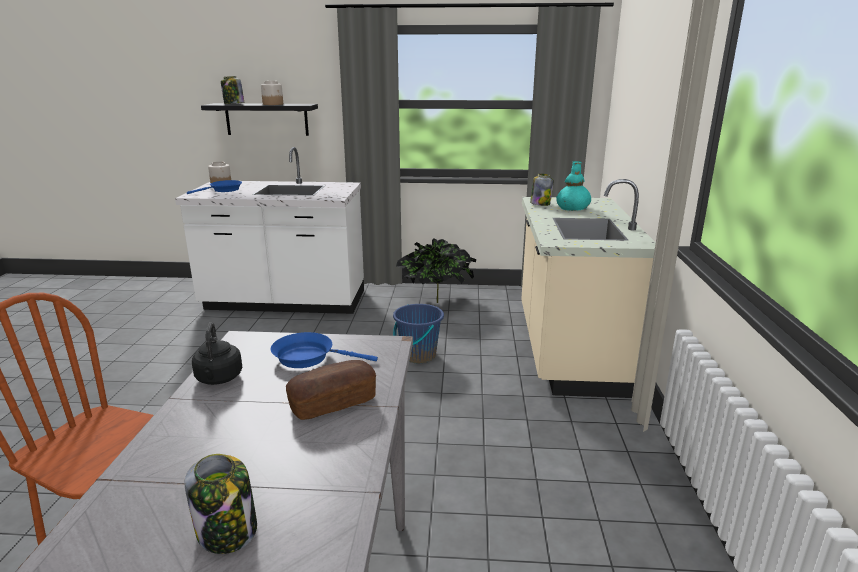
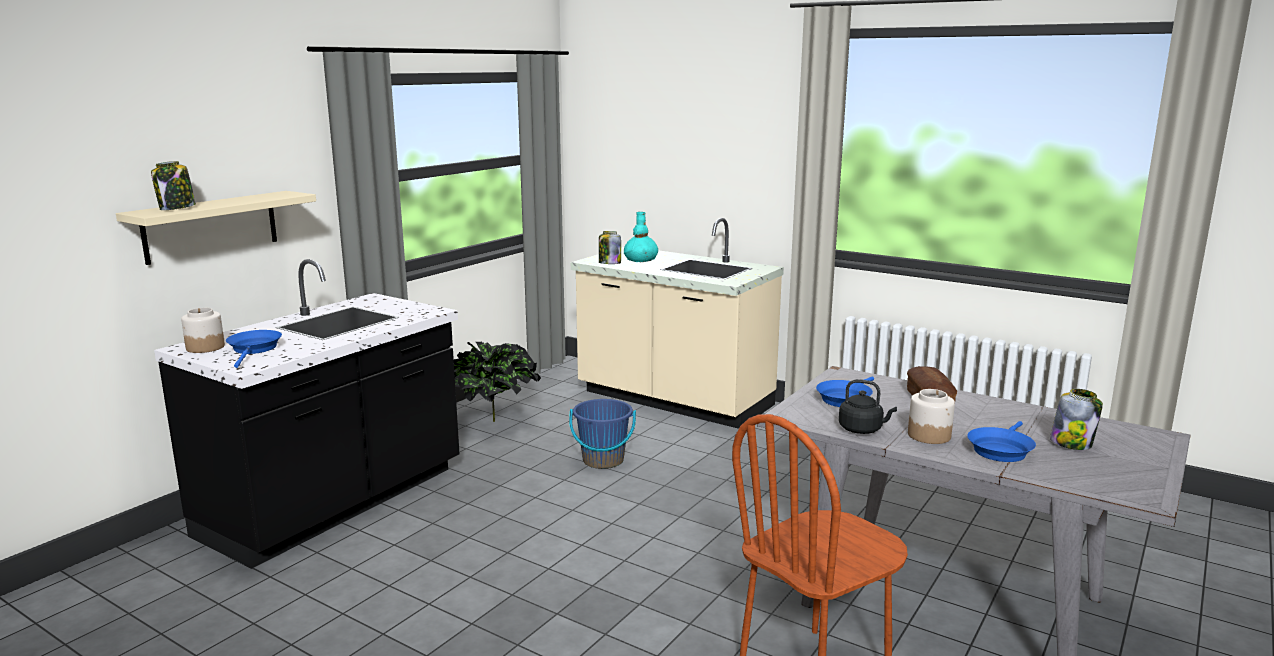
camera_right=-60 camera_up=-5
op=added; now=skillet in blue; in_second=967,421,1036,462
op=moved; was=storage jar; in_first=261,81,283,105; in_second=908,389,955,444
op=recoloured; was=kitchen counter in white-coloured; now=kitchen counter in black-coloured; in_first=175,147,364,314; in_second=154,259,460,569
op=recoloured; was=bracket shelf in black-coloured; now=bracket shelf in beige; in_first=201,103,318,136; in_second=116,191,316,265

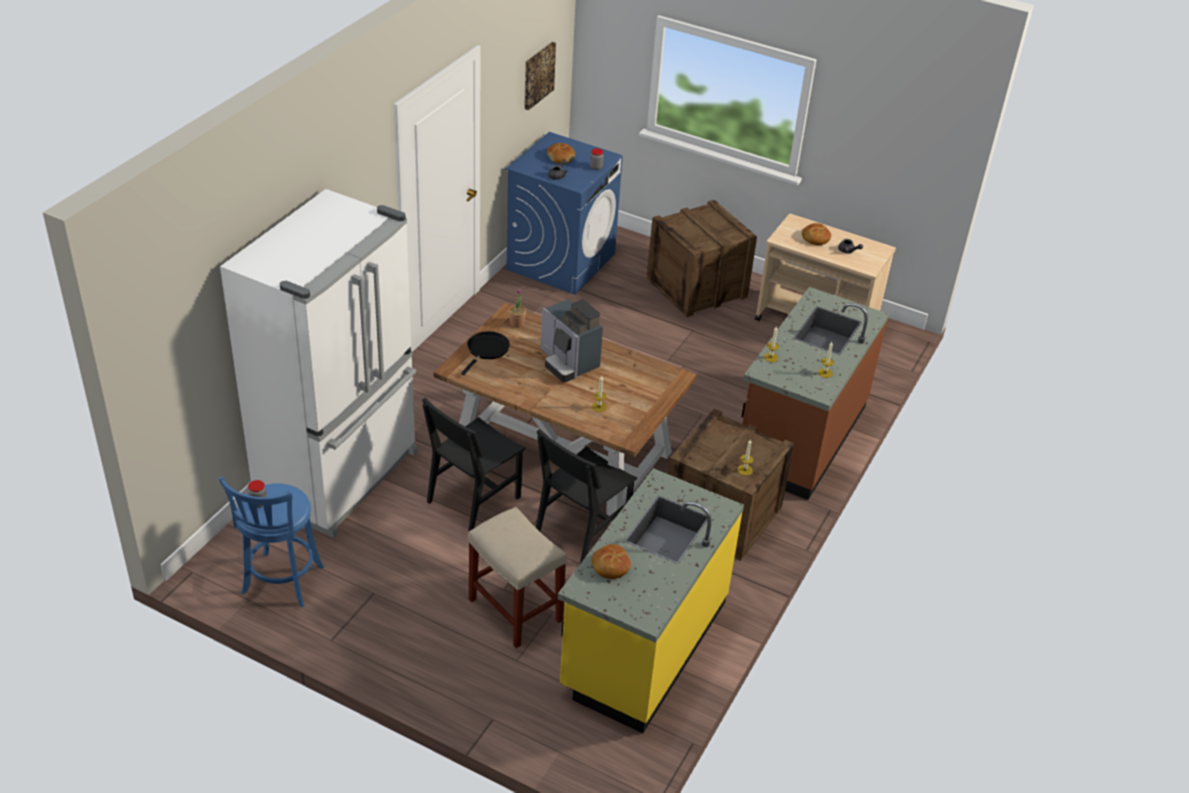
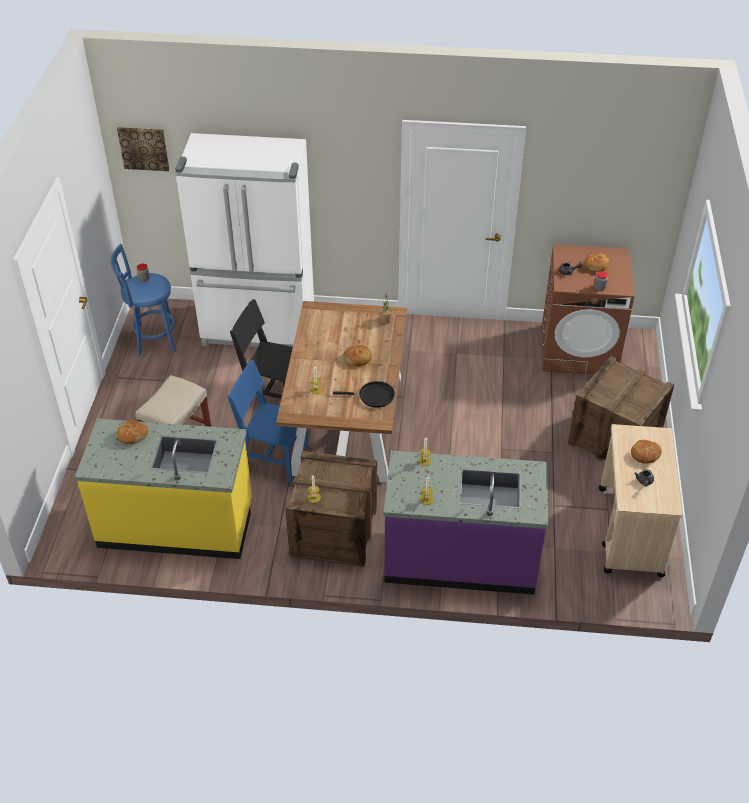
camera_right=70 camera_up=5
op=moved; was=skillet in black-coloured; in_first=461,331,510,375; in_second=333,381,395,408
op=moved; was=wall picture; in_first=524,42,556,110; in_second=117,127,169,171
op=replaced; was=coffee machine; now=bakery bread; in_first=540,299,603,382; in_second=343,345,372,366
op=recoloured; was=laundry appliance in blue; now=laundry appliance in brown-coloured; in_first=506,132,623,295; in_second=542,244,634,375
op=recoloured; was=chair in black-coloured; now=chair in blue; in_first=536,429,637,564; in_second=228,360,309,483
op=recoloured; was=kitchen counter in brown-coloured; now=kitchen counter in purplish; in_first=742,287,889,500; in_second=384,451,548,595

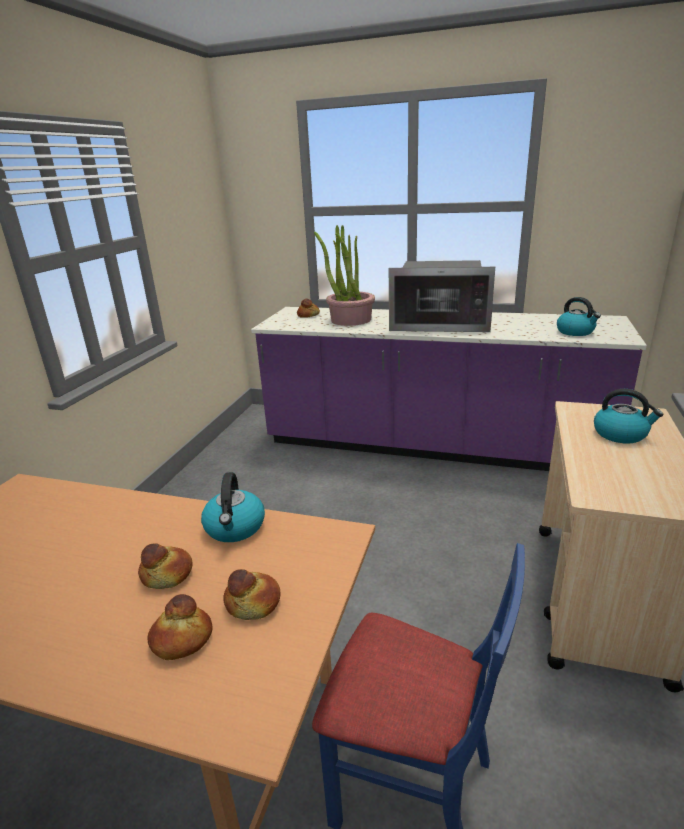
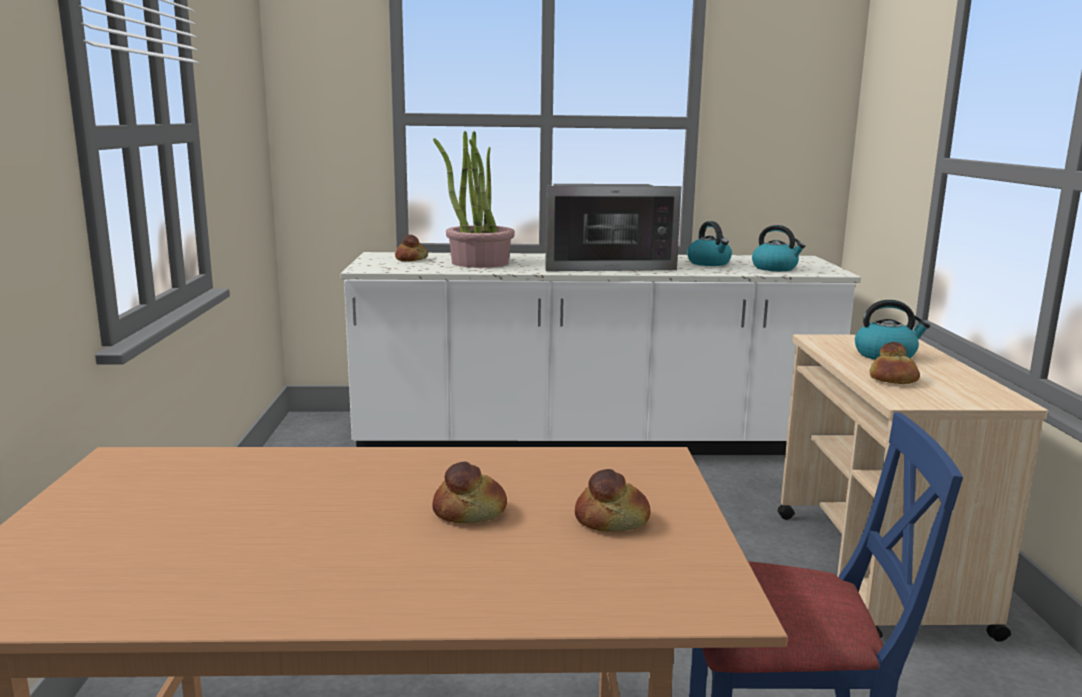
camera_right=-20 camera_up=-10
op=moved; was=bakery bread; in_first=147,594,213,660; in_second=870,342,920,384
op=moved; was=kettle; in_first=201,472,265,542; in_second=687,221,732,266
op=recoloured; was=kitchen counter in purplish; now=kitchen counter in white-coloured; in_first=251,307,647,471; in_second=340,252,861,455

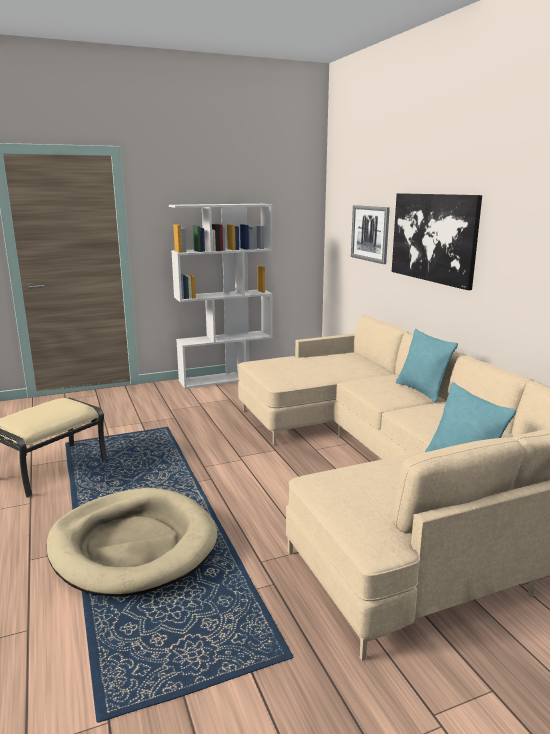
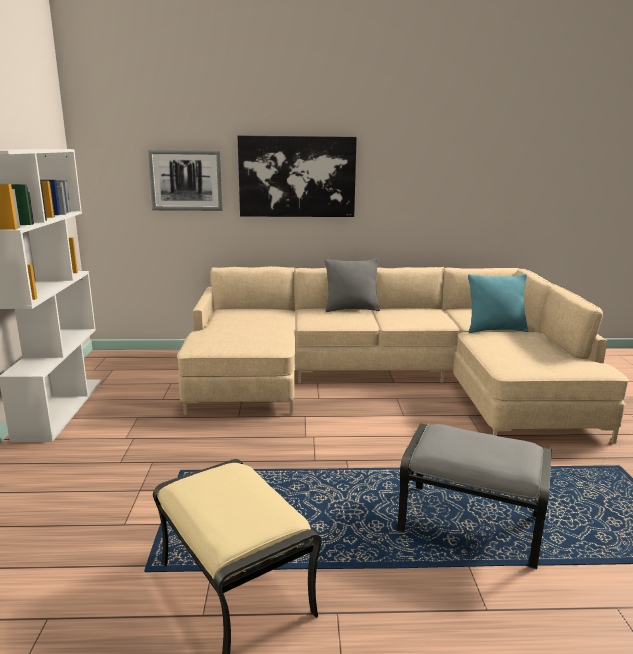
camera_right=-70 camera_up=0
op=replaced; was=pet bed in beige; now=ottoman in gray; in_first=46,488,217,597; in_second=397,423,552,569
op=recoloured; was=cushion in turquoise; now=cushion in gray; in_first=396,329,458,402; in_second=325,259,380,312

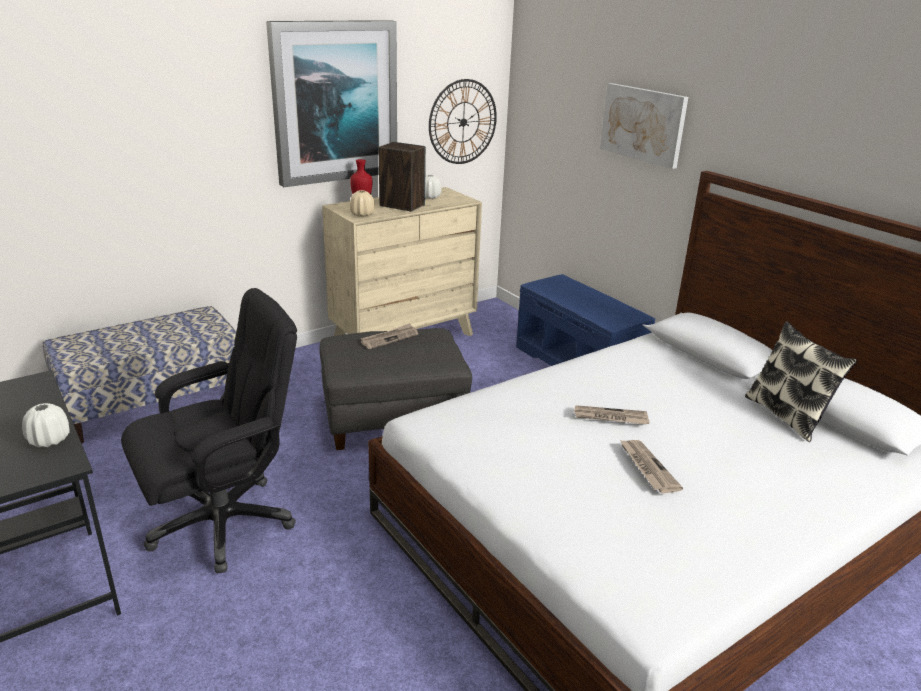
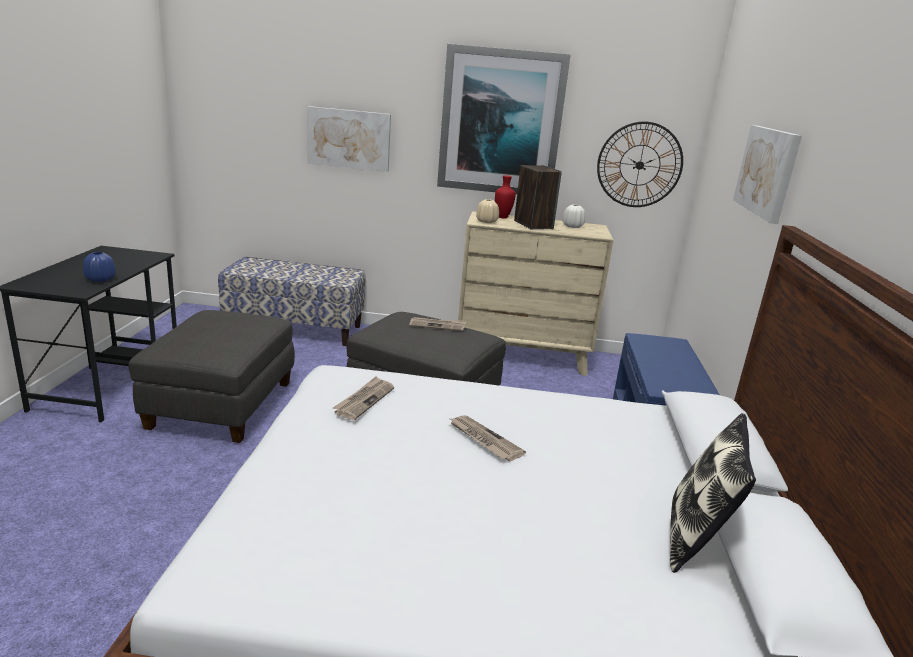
camera_right=40 camera_up=-5
op=added; now=wall picture; in_second=308,106,391,172
op=moved; was=newspaper; in_first=620,440,683,493; in_second=333,376,394,420
op=replaced; was=office chair in black-coloured; now=ottoman in gray; in_first=121,288,297,574; in_second=129,310,295,443
op=recoloured; was=decorative vase in white-coloured; now=decorative vase in blue; in_first=22,403,70,447; in_second=83,252,116,282

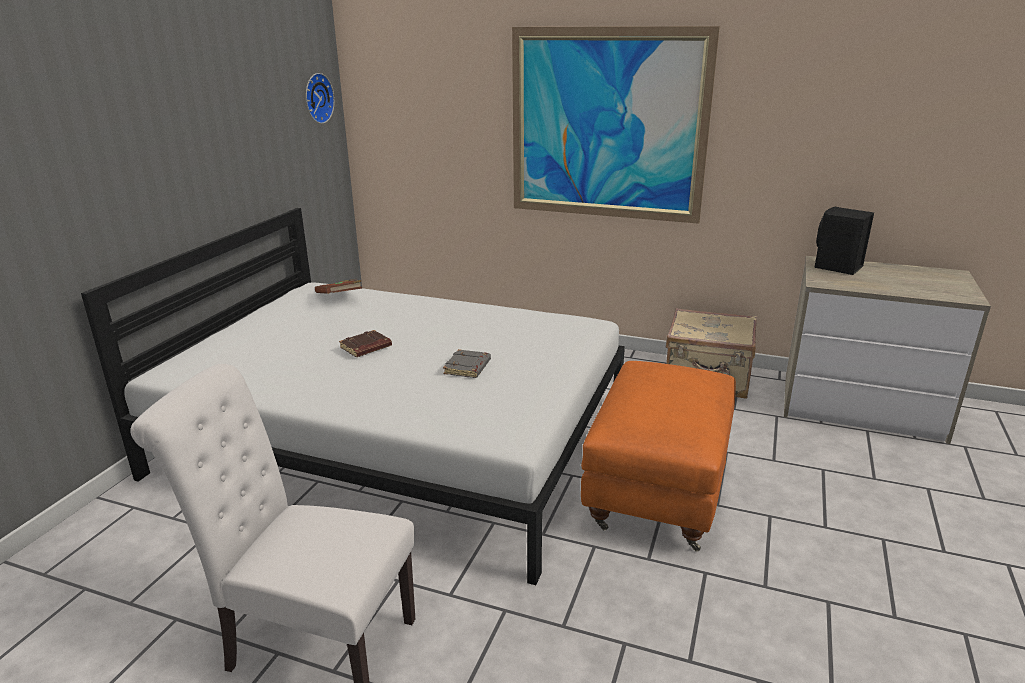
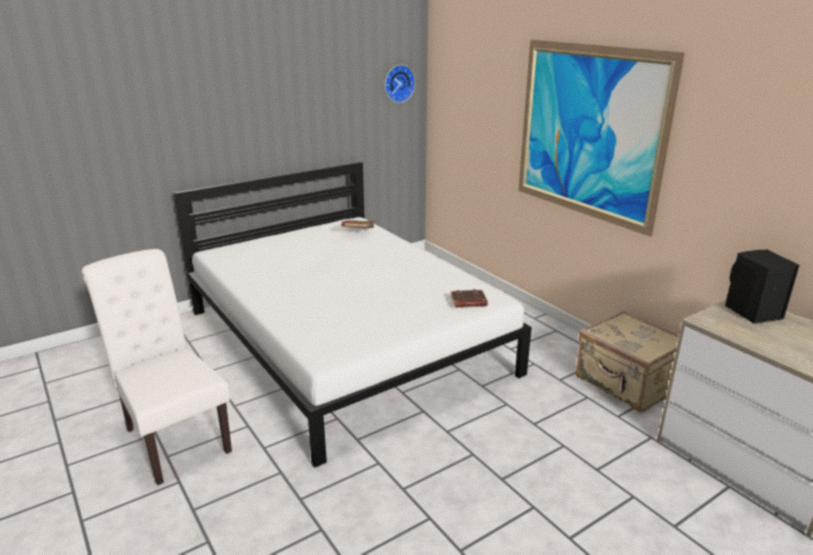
camera_right=35 camera_up=0
op=removed; was=bound book in gray; in_first=443,349,491,378
op=removed; was=ottoman in orangey; in_first=581,361,736,552
op=moved; was=bound book in brown-coloured; in_first=339,330,392,357; in_second=450,289,488,308

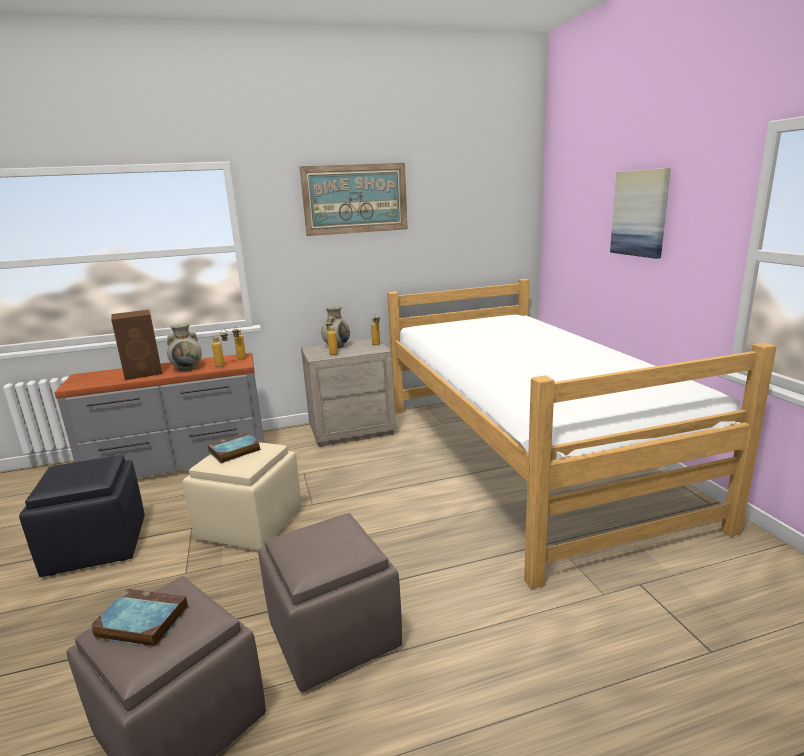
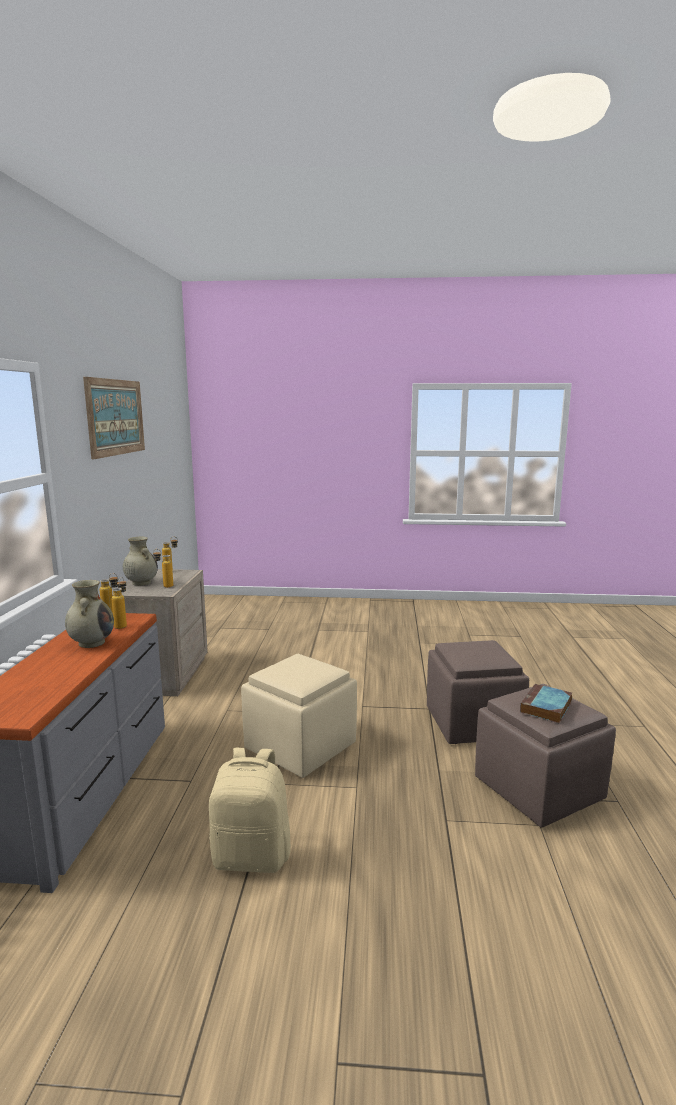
camera_right=-70 camera_up=-5
op=removed; was=loudspeaker in brown-coloured; in_first=111,310,162,380
op=removed; was=bound book; in_first=208,433,261,463
op=removed; was=bed; in_first=387,279,777,589
op=removed; was=wall picture; in_first=610,168,671,259
op=replaced; was=ottoman in black-coloured; now=knapsack in beige; in_first=19,455,145,577; in_second=209,748,291,873

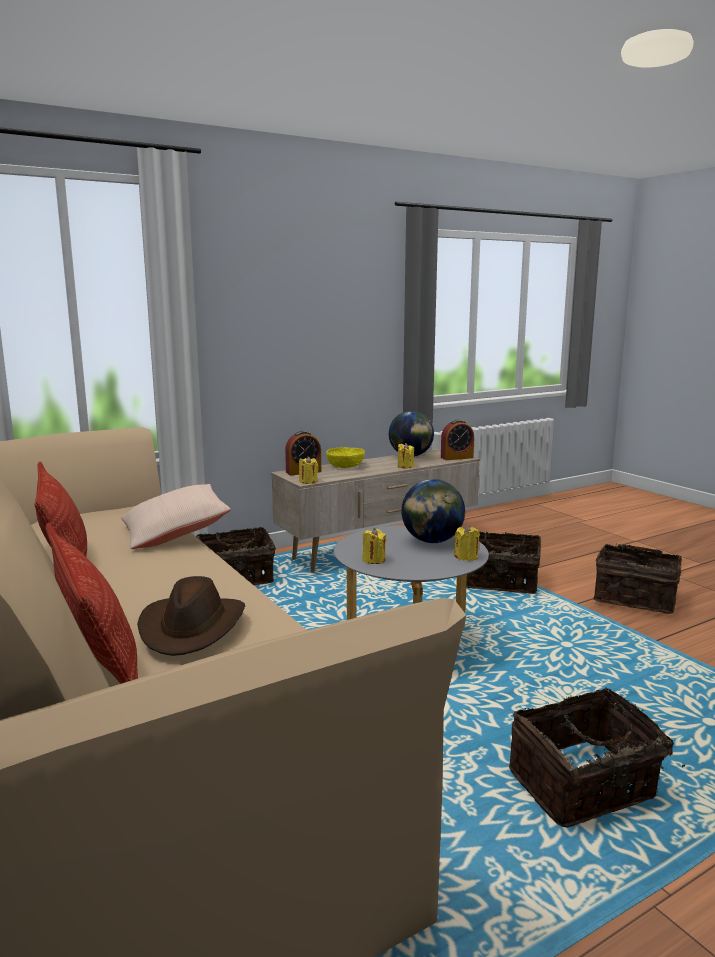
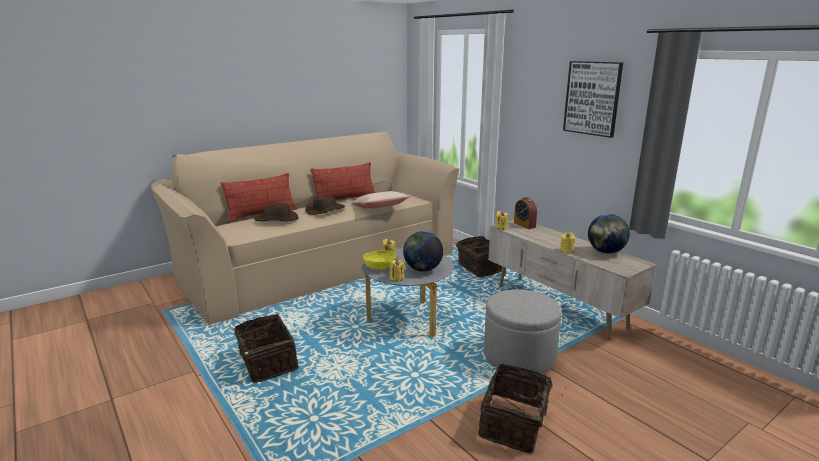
camera_right=85 camera_up=5
op=removed; was=table clock; in_first=441,420,474,460
op=added; now=wearable hat in brown-coloured; in_second=305,195,345,215
op=added; now=wall picture; in_second=563,61,623,138
op=moved; was=serving bowl in yellowish; in_first=326,447,365,468; in_second=363,250,397,270
op=replaced; was=household basket; now=ottoman in gray; in_first=466,532,541,594; in_second=484,289,562,373

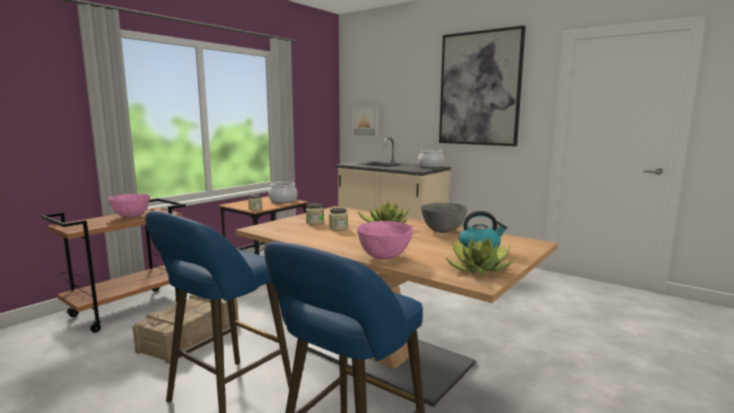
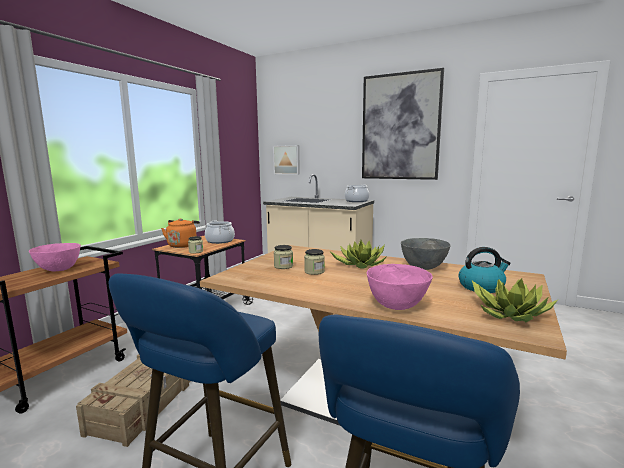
camera_right=-10 camera_up=0
op=added; now=kettle in orangey; in_second=161,218,200,248

